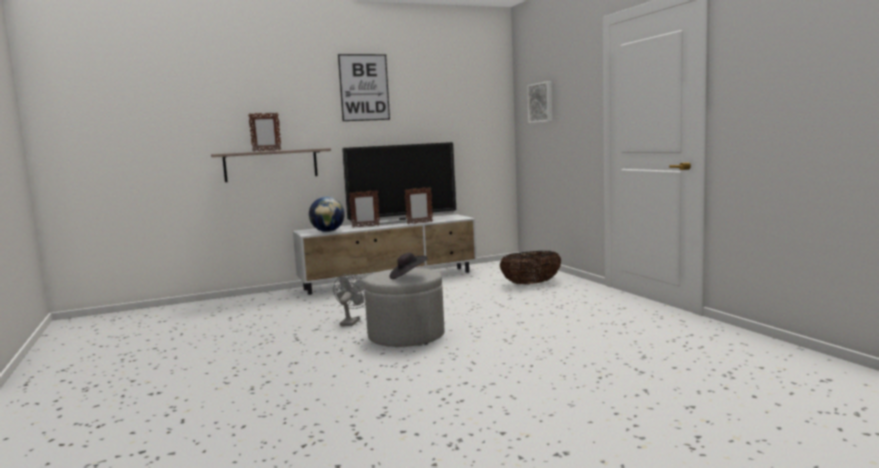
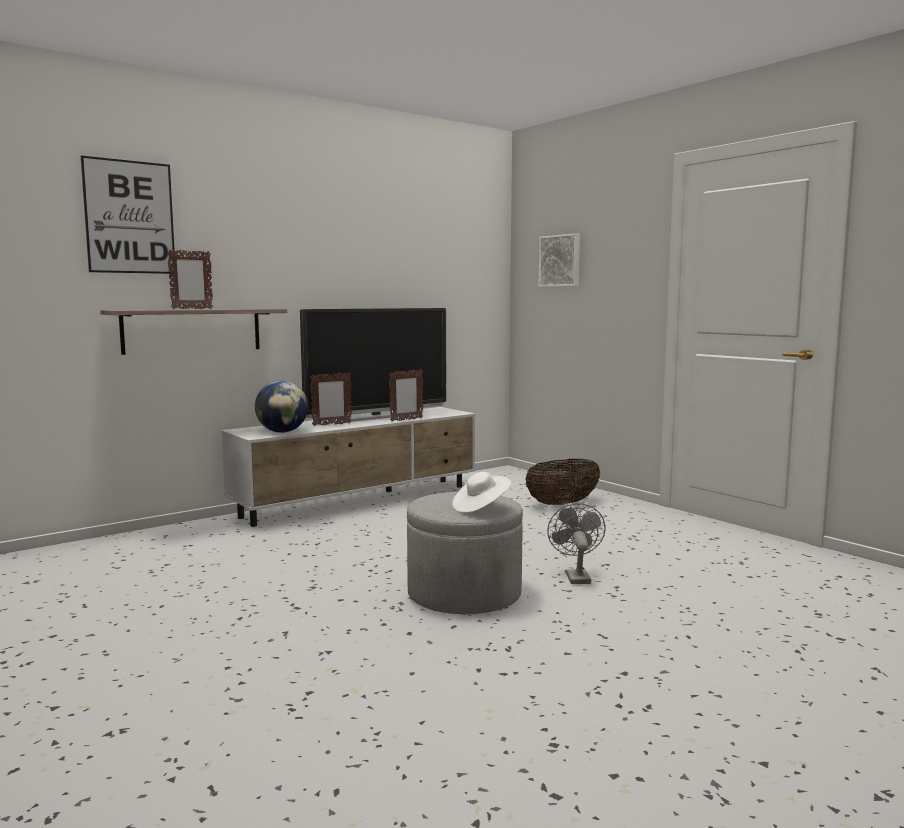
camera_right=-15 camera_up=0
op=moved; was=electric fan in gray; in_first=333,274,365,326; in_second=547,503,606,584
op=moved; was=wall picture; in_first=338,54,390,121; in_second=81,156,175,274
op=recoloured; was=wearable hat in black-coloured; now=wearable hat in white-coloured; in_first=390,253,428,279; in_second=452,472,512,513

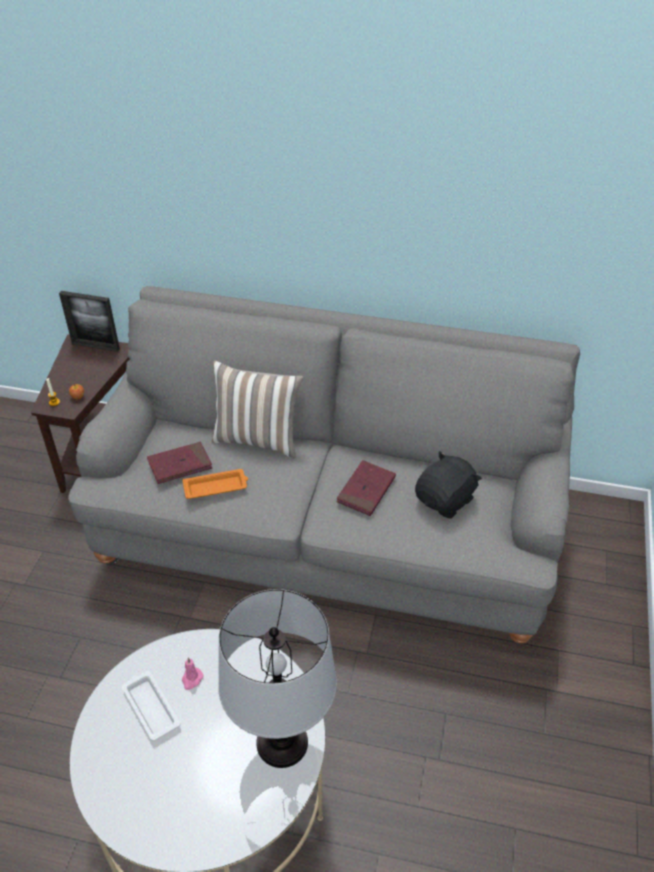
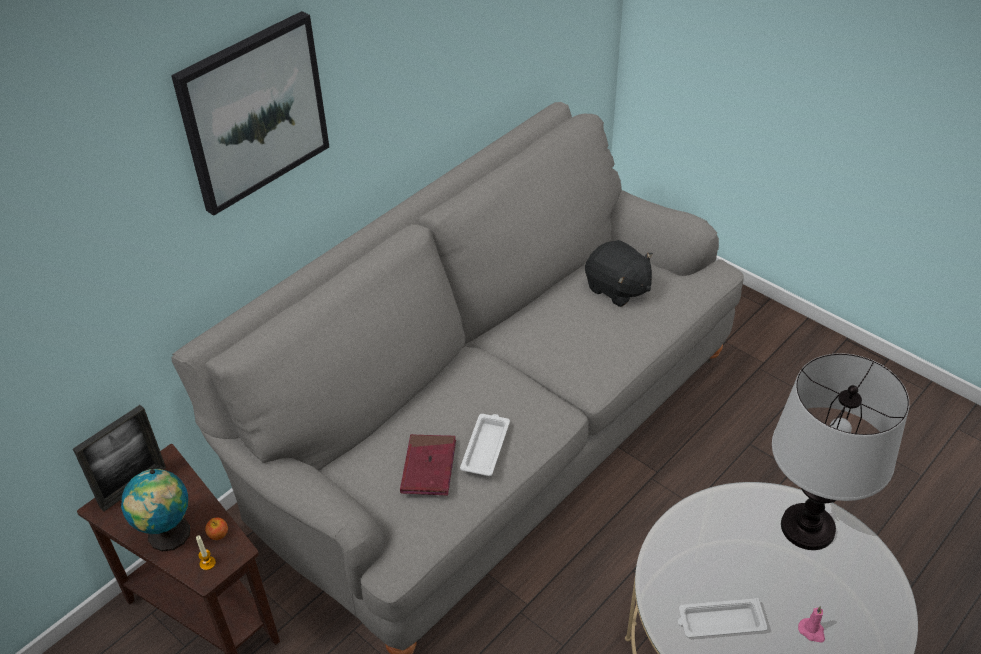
camera_right=-60 camera_up=0
op=removed; was=cushion; in_first=212,361,304,458
op=removed; was=bound book in reddish; in_first=336,460,396,516
op=added; now=world globe; in_second=121,469,190,552
op=added; now=wall picture; in_second=171,11,329,216
op=moved; was=wax candle in pink-coloured; in_first=182,658,203,690; in_second=798,606,825,643
op=recoloured; was=tray in orangey; now=tray in white-coloured; in_first=183,469,248,499; in_second=460,414,510,476
op=turned; was=soft toy in black-coloured; in_first=415,451,482,518; in_second=585,240,653,307; clockwise=150

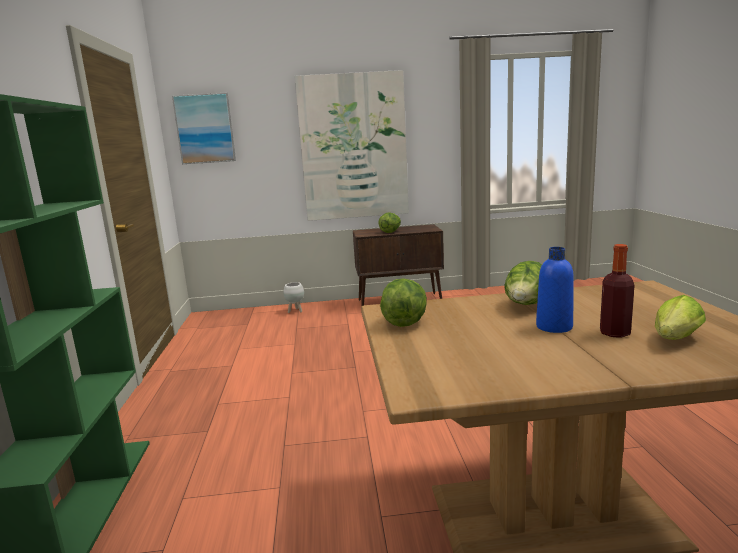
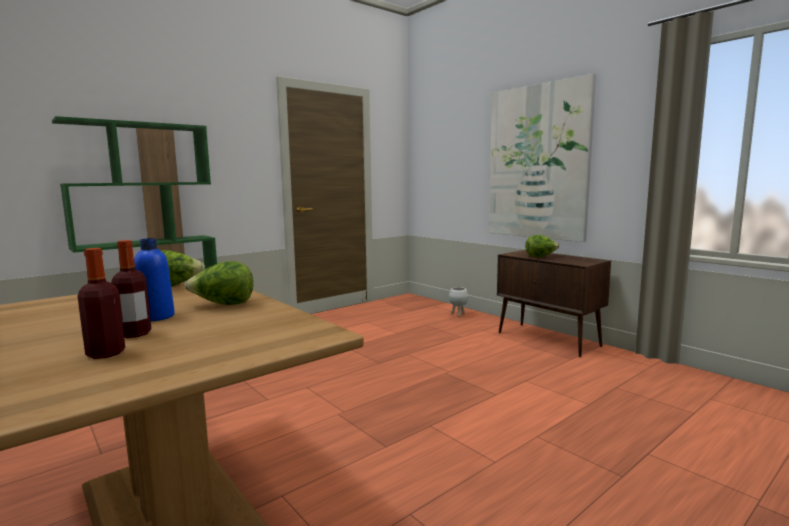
camera_right=55 camera_up=-5
op=removed; was=wall picture; in_first=172,93,236,164
op=replaced; was=head of lettuce; now=bottle; in_first=655,295,706,340; in_second=77,248,125,359

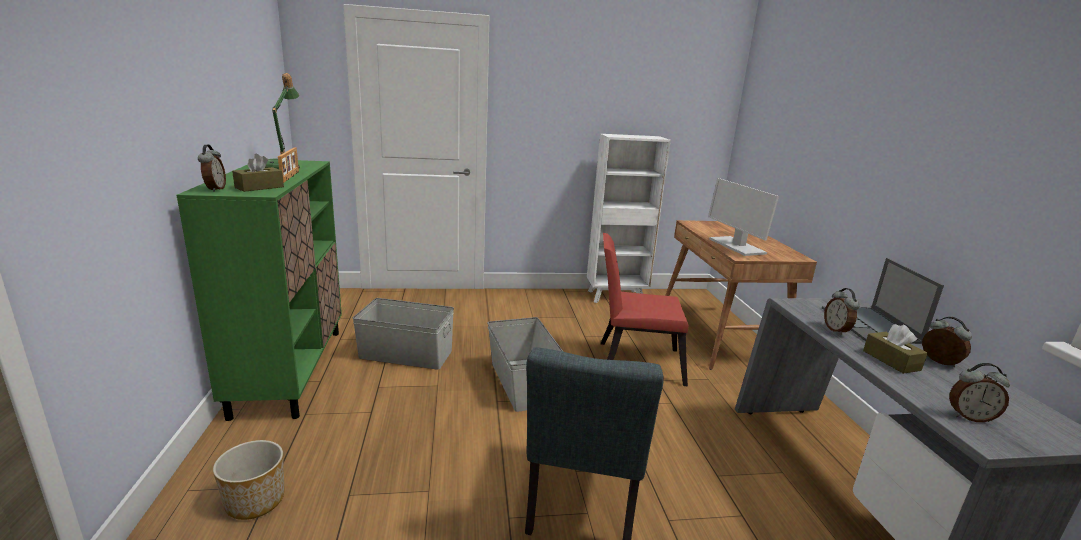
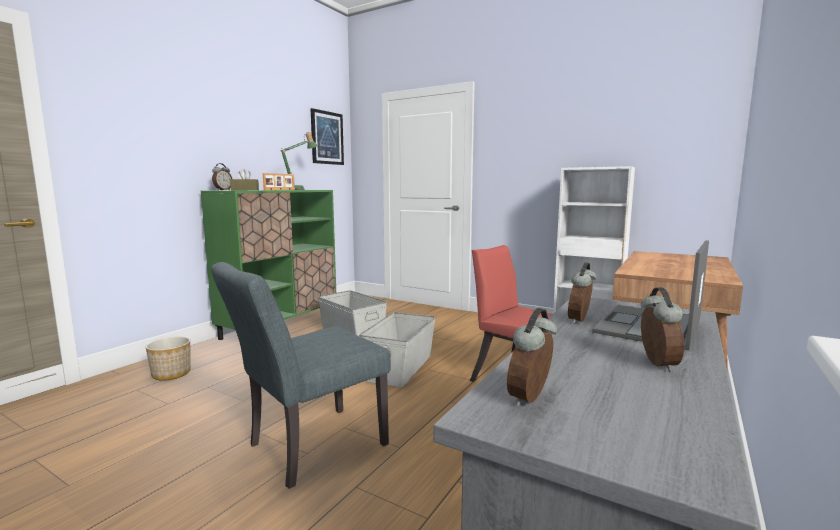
camera_right=40 camera_up=-10
op=removed; was=monitor; in_first=708,178,779,256
op=removed; was=tissue holder in brown-coloured; in_first=863,324,928,374
op=added; now=wall picture; in_second=311,108,344,165
op=turned; was=table clock; in_first=949,363,1010,422; in_second=507,308,557,406; clockwise=75

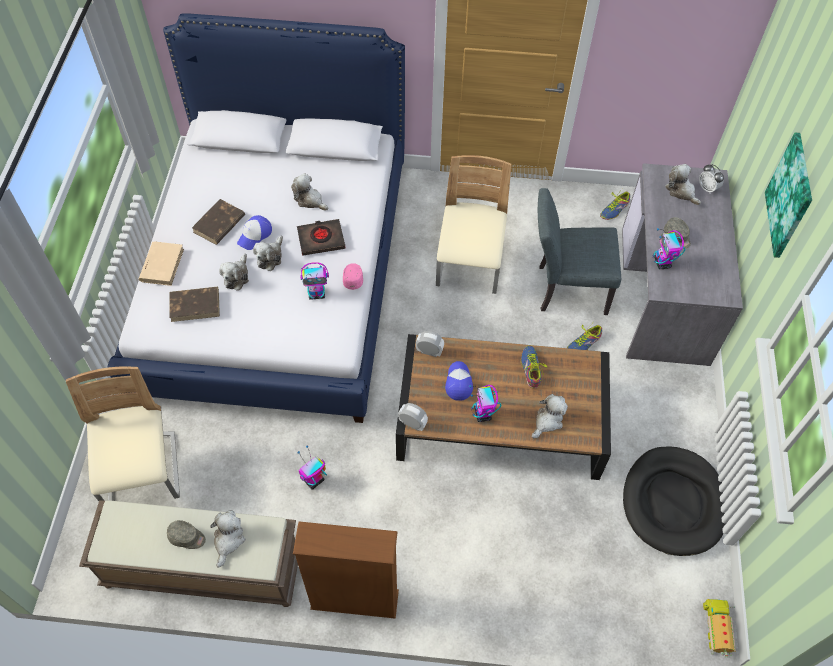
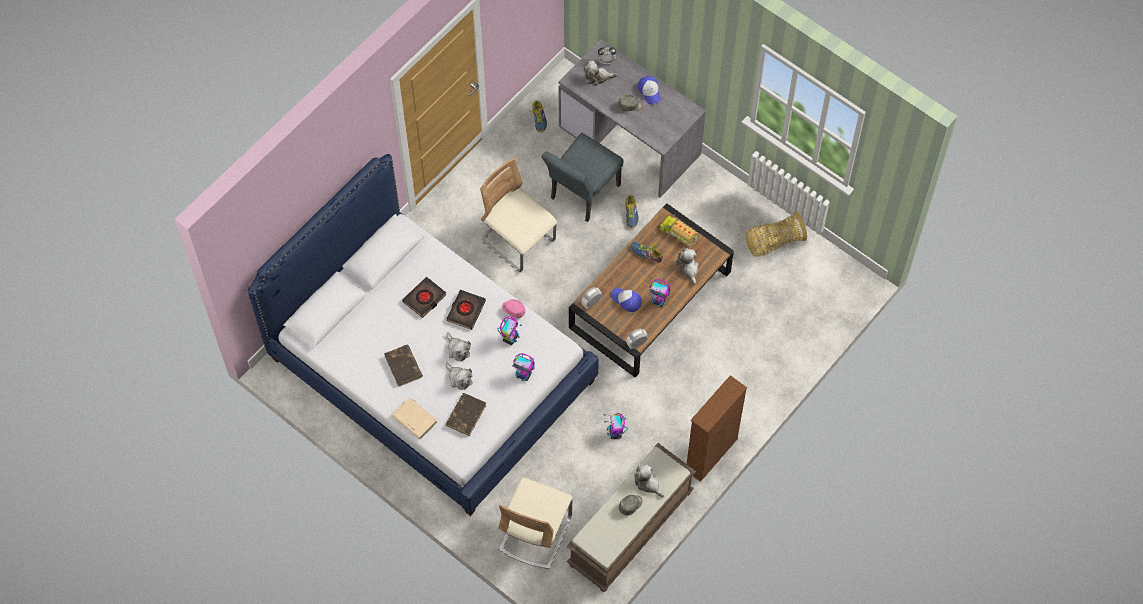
camera_right=-55 camera_up=5
op=removed; was=wall picture; in_first=765,132,812,258
op=moved; was=baseball cap; in_first=237,215,272,250; in_second=638,76,661,104
op=moved; was=model robot; in_first=653,228,685,269; in_second=512,353,535,381
op=moved; was=model truck; in_first=703,599,736,657; in_second=660,216,697,247
op=replaced; was=soft toy; now=bound book in black-coloured; in_first=291,174,328,210; in_second=402,277,446,318
op=replaced; was=pet bed in black-coloured; now=household basket; in_first=623,446,726,556; in_second=745,212,807,257
op=turned; was=chair in beige; in_first=66,366,180,501; in_second=499,478,573,569; clockwise=-90

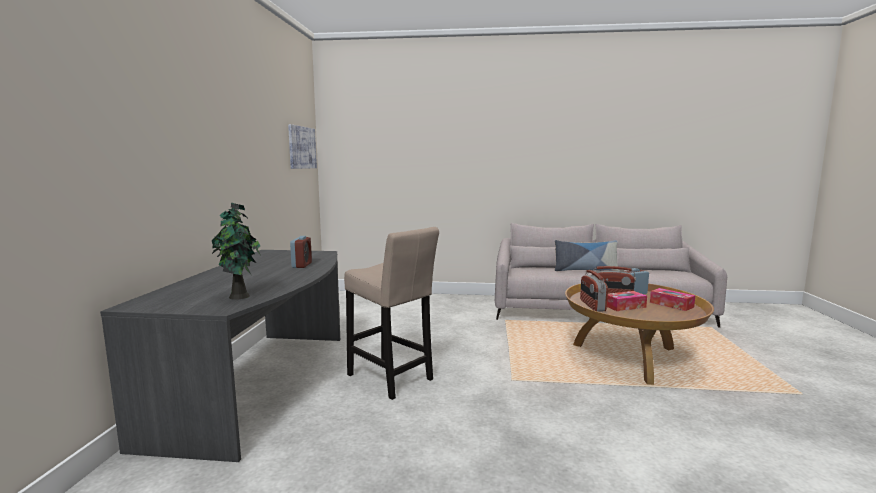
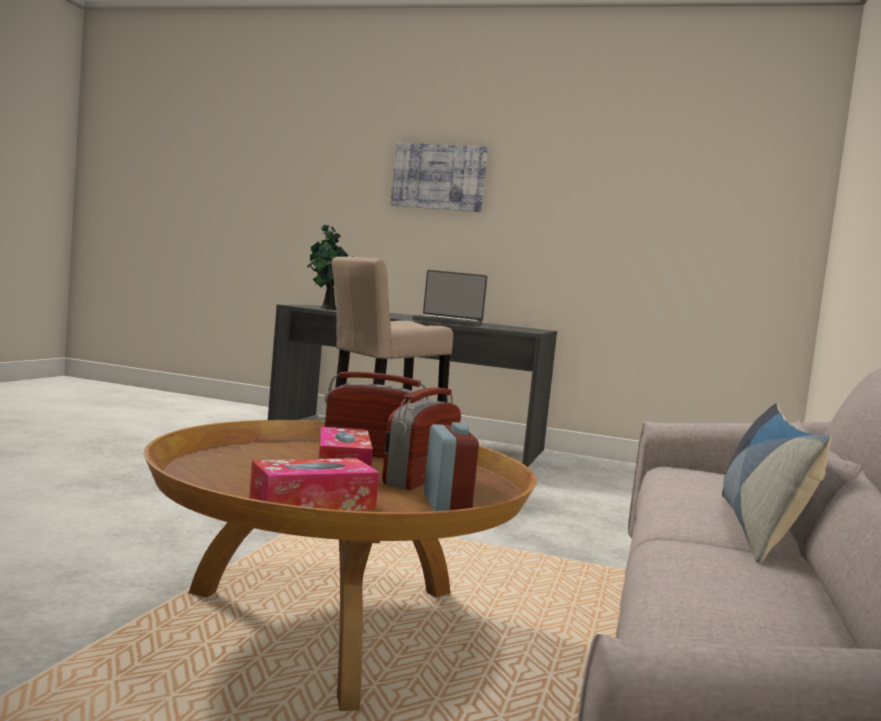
camera_right=100 camera_up=-5
op=moved; was=wall picture; in_first=288,124,317,169; in_second=390,142,488,212
op=replaced; was=table clock; now=notebook computer; in_first=290,236,312,268; in_second=412,270,487,326

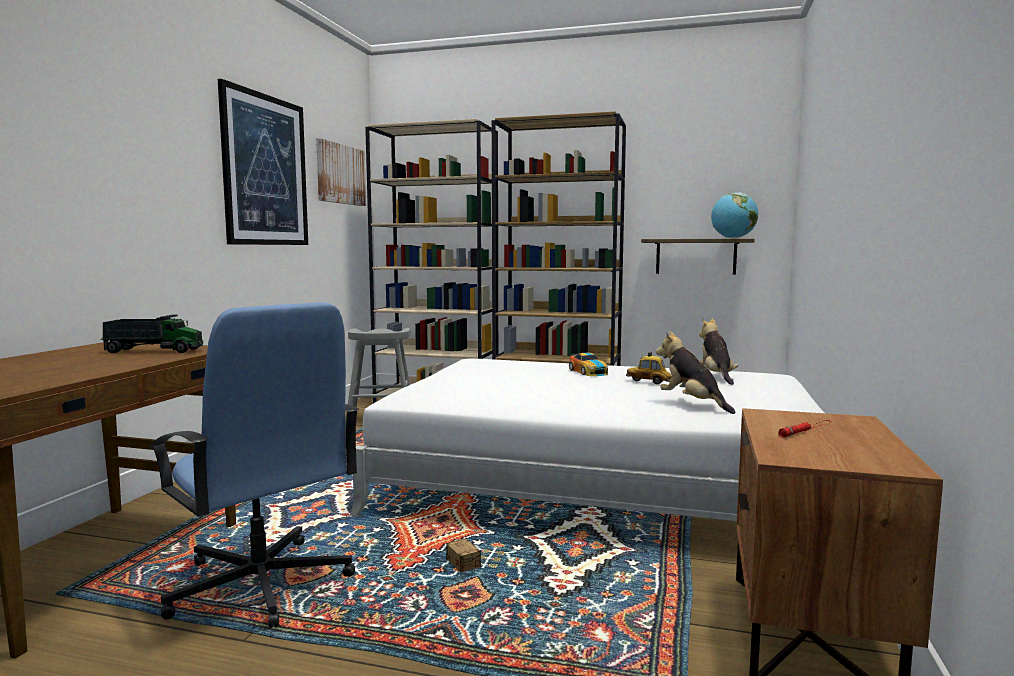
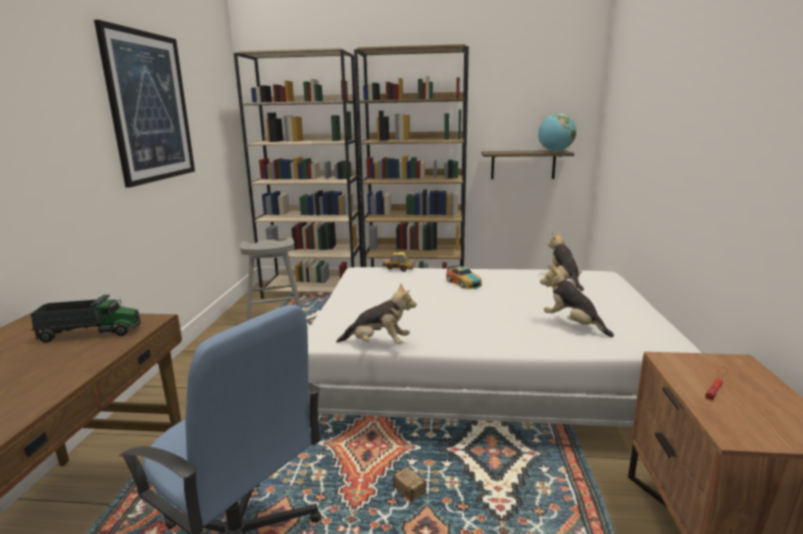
camera_right=-10 camera_up=10
op=removed; was=wall picture; in_first=316,138,366,206
op=added; now=soft toy; in_second=336,283,417,344
op=moved; was=miniature car; in_first=626,352,671,384; in_second=382,249,414,272

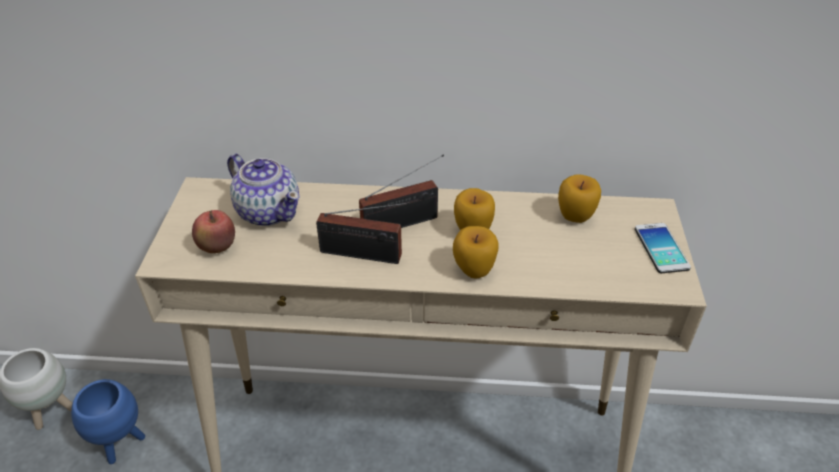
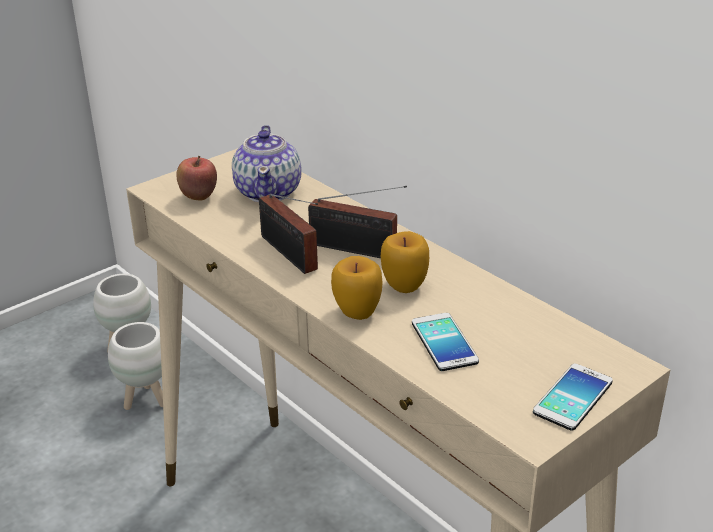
camera_right=45 camera_up=-10
op=removed; was=apple; in_first=558,175,601,223
op=added; now=phone; in_second=412,313,479,371
op=recoloured; was=flower pot in blue; now=flower pot in white-coloured; in_first=71,379,145,464; in_second=108,322,163,410

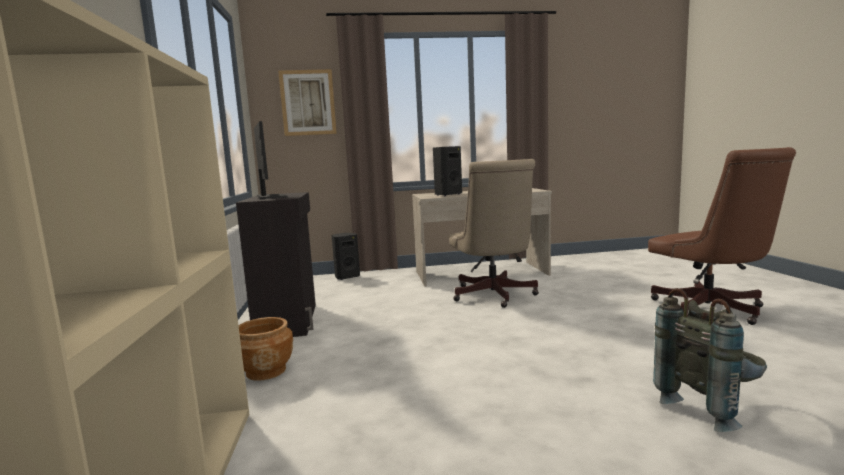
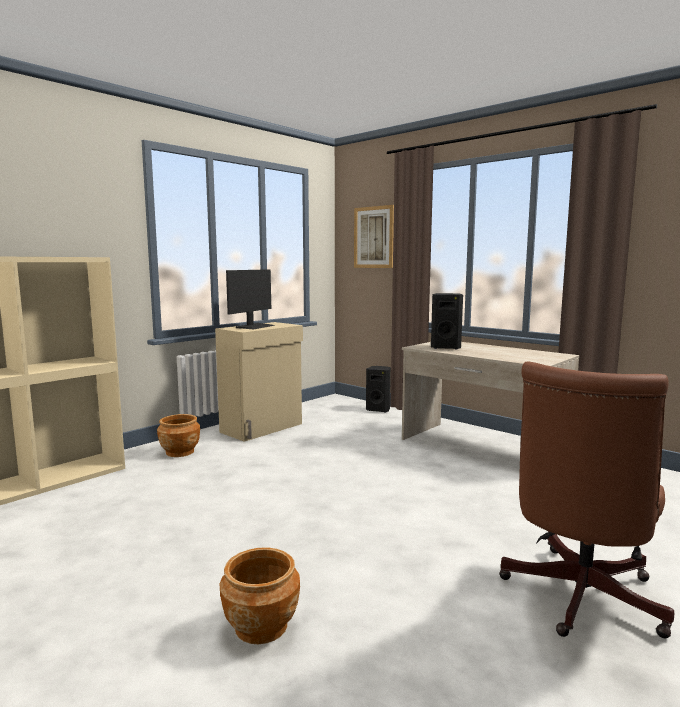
camera_right=50 camera_up=0
op=removed; was=office chair in beige; in_first=449,159,539,308
op=replaced; was=knapsack in gray; now=flower pot in brown-coloured; in_first=653,288,767,432; in_second=220,547,300,644
op=recoloured; was=cabinet in black-coloured; now=cabinet in beige; in_first=236,192,316,337; in_second=215,322,303,442

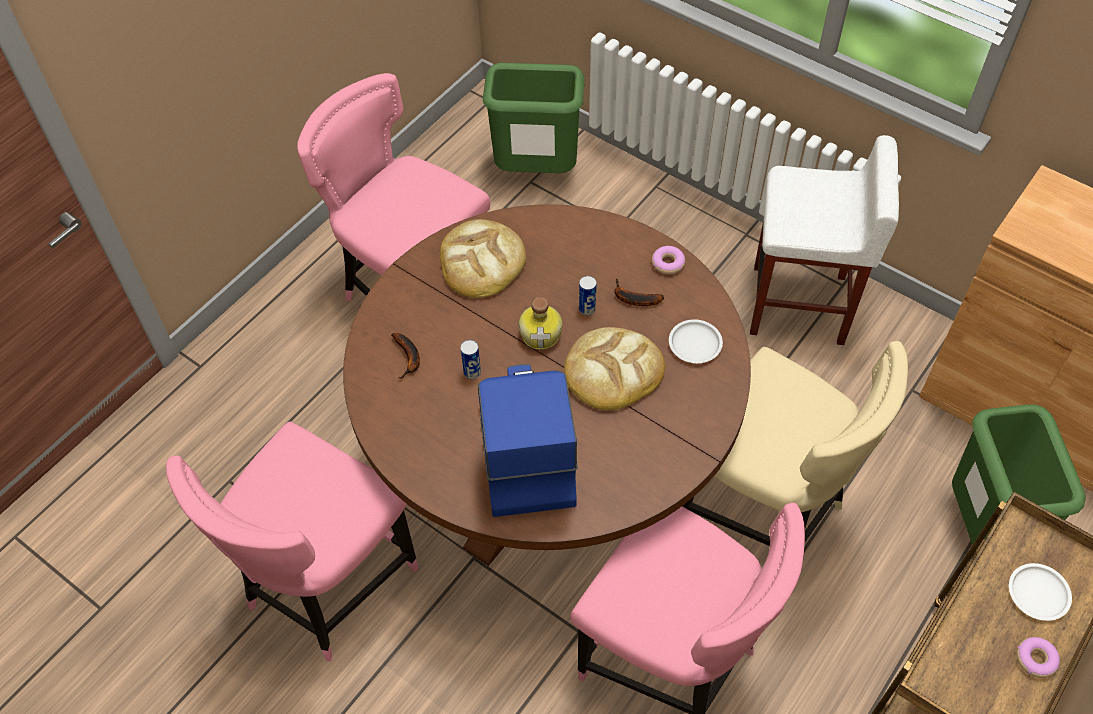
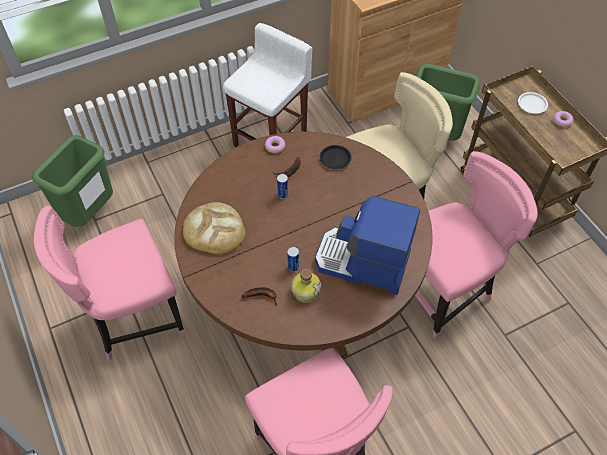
camera_right=-65 camera_up=0
op=removed; was=bakery bread; in_first=564,327,665,410
op=moved; was=bottle; in_first=519,297,563,350; in_second=291,269,321,303
op=recoloured; was=plate in white-coloured; now=plate in black-coloured; in_first=669,319,723,363; in_second=320,145,352,169

